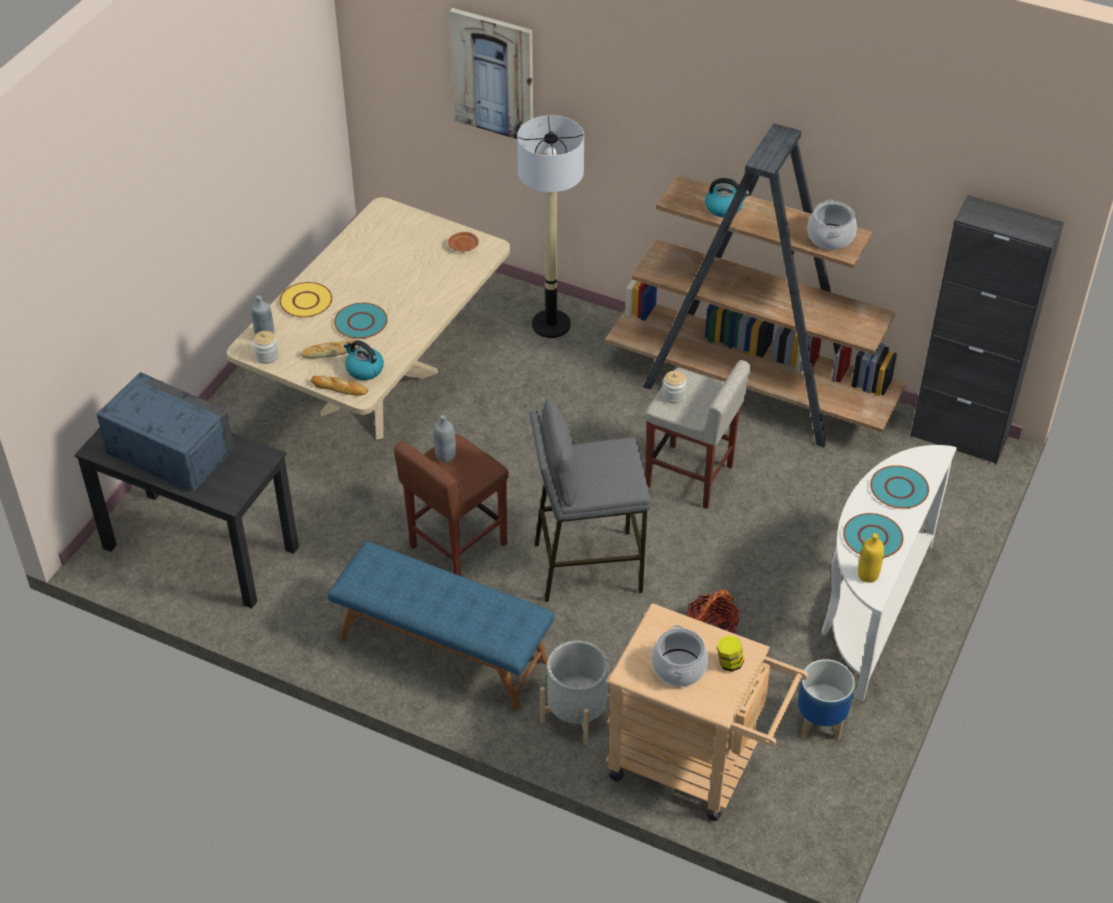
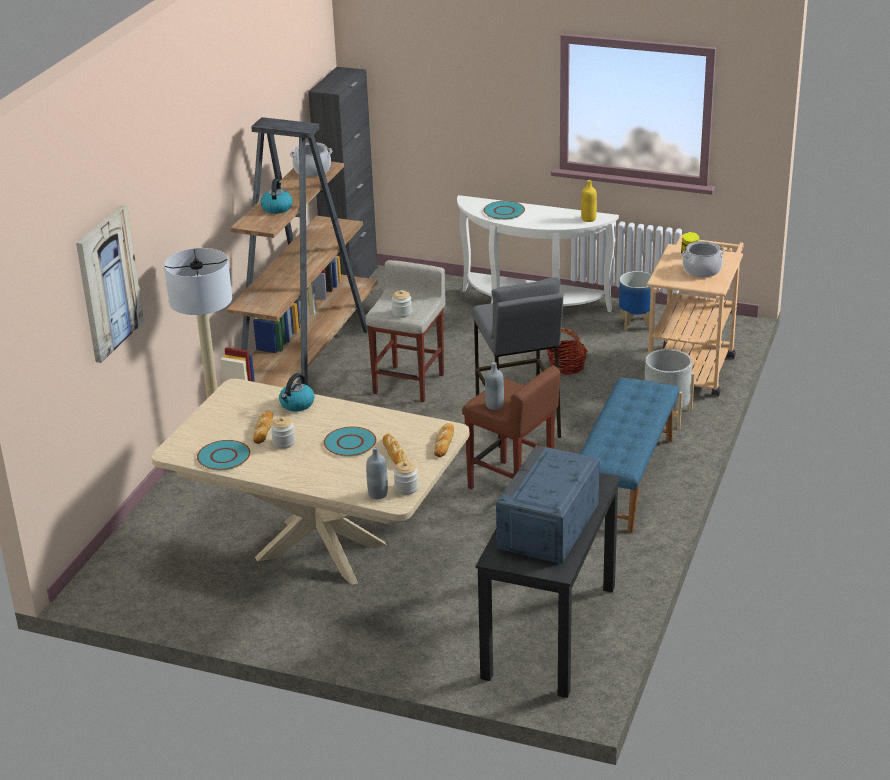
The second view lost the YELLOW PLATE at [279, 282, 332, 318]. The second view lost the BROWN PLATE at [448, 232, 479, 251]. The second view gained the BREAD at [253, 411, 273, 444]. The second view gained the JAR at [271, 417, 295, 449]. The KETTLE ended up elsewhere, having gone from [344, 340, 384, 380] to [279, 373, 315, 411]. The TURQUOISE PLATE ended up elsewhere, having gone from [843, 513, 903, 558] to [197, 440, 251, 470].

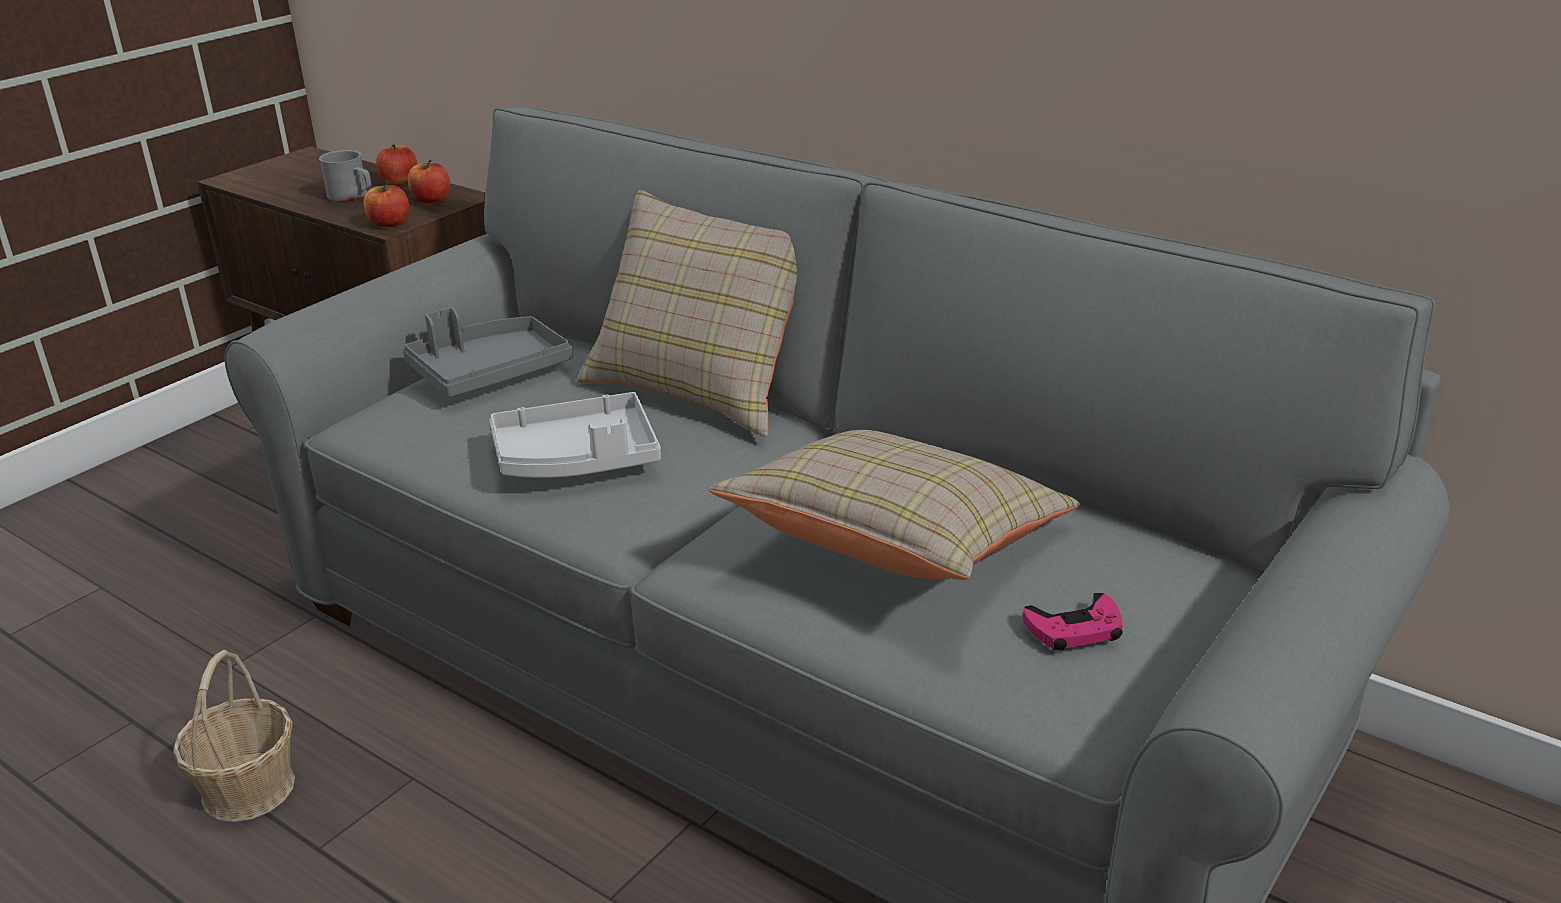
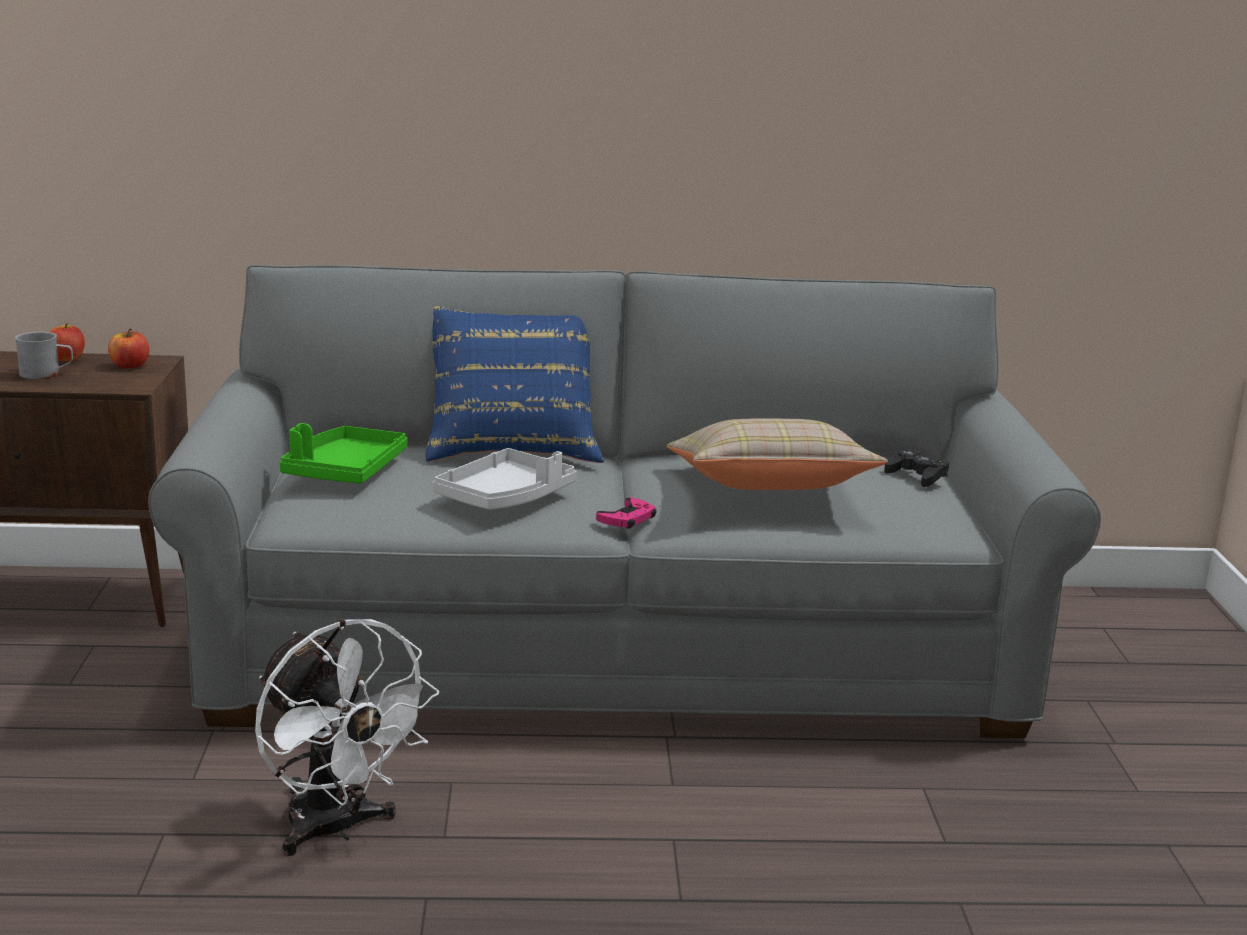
The second view lost the APPLE at [363, 182, 409, 227]. The second view gained the BLACK GAME CONTROLLER at [884, 449, 950, 487]. The PINK GAME CONTROLLER ended up elsewhere, having gone from [1023, 593, 1123, 651] to [596, 498, 656, 529]. Where the BASKET stood at [173, 650, 295, 822], the WHITE FAN came to stand at [255, 619, 440, 856]. What was the GREY TRAY at [403, 307, 573, 397] turned into the GREEN TRAY at [279, 423, 407, 484]. What was the BEIGE PILLOW at [577, 190, 797, 437] turned into the BLUE PILLOW at [425, 306, 604, 463].

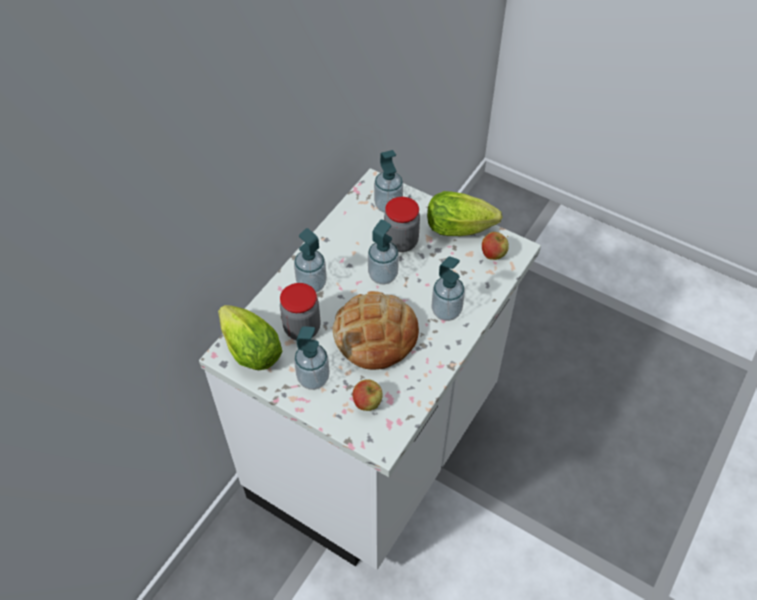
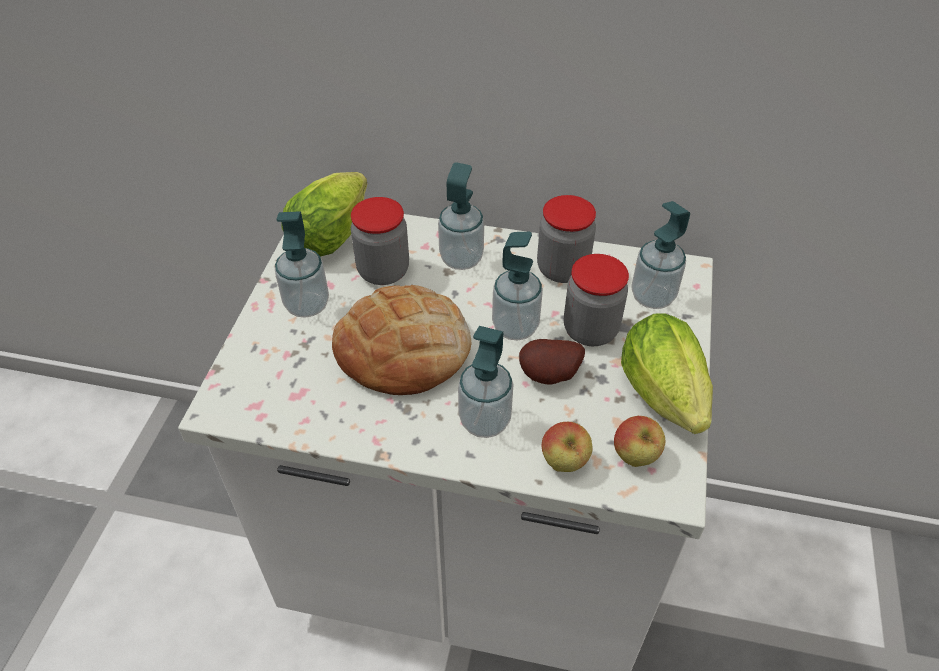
The second view gained the POTATO at [519, 339, 585, 385]. The second view gained the JAR at [537, 195, 596, 283]. The APPLE ended up elsewhere, having gone from [353, 379, 383, 411] to [542, 422, 592, 472].

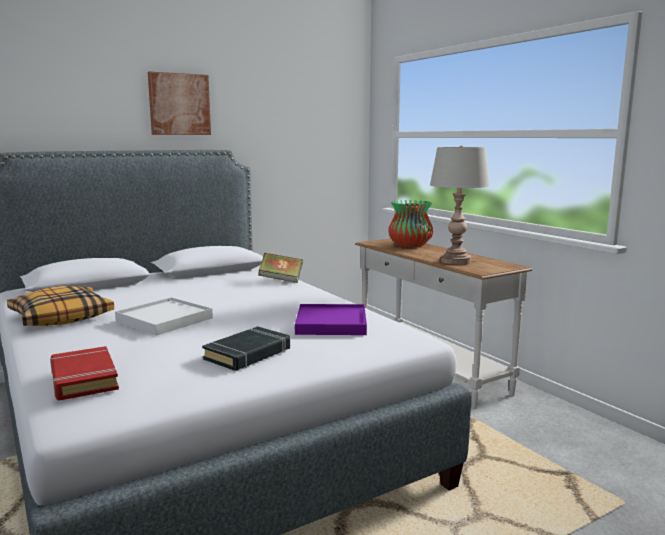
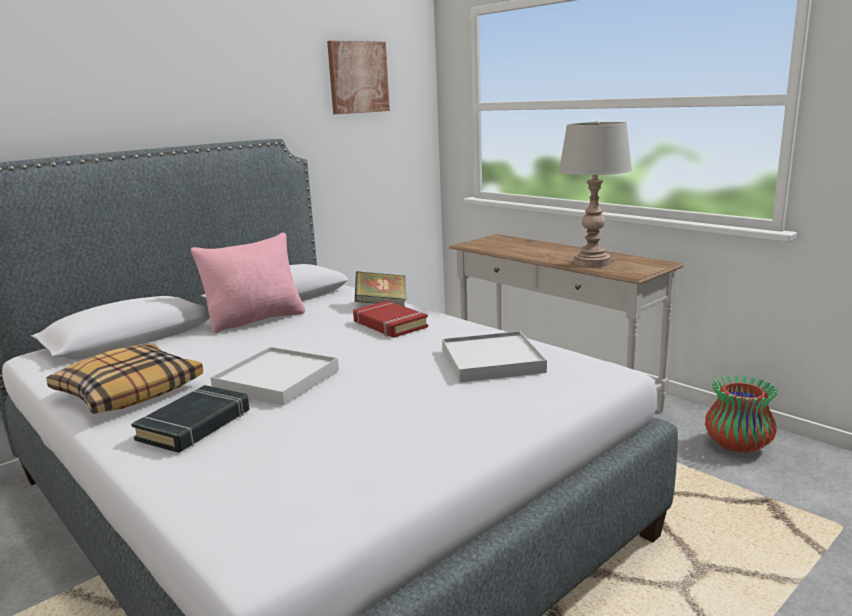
The second view gained the PINK PILLOW at [191, 232, 305, 333]. The RED BOOK ended up elsewhere, having gone from [50, 346, 119, 401] to [353, 301, 428, 338]. The PICTURE ended up elsewhere, having gone from [148, 72, 211, 135] to [327, 41, 390, 114]. The BLACK BOOK ended up elsewhere, having gone from [202, 326, 290, 371] to [131, 385, 250, 453]. The VASE ended up elsewhere, having gone from [388, 200, 433, 247] to [705, 375, 777, 453]. What was the PURPLE TRAY at [295, 304, 367, 335] turned into the WHITE TRAY at [442, 331, 547, 382].

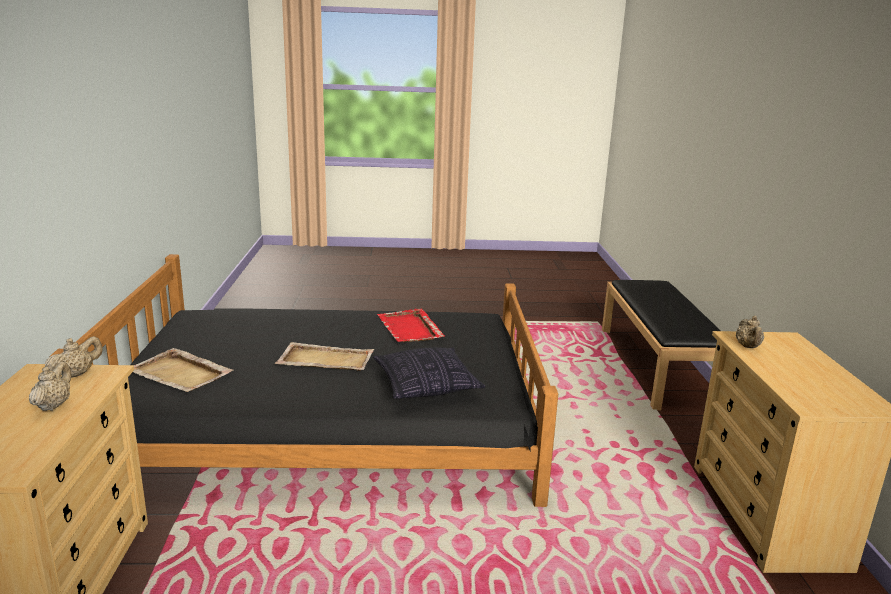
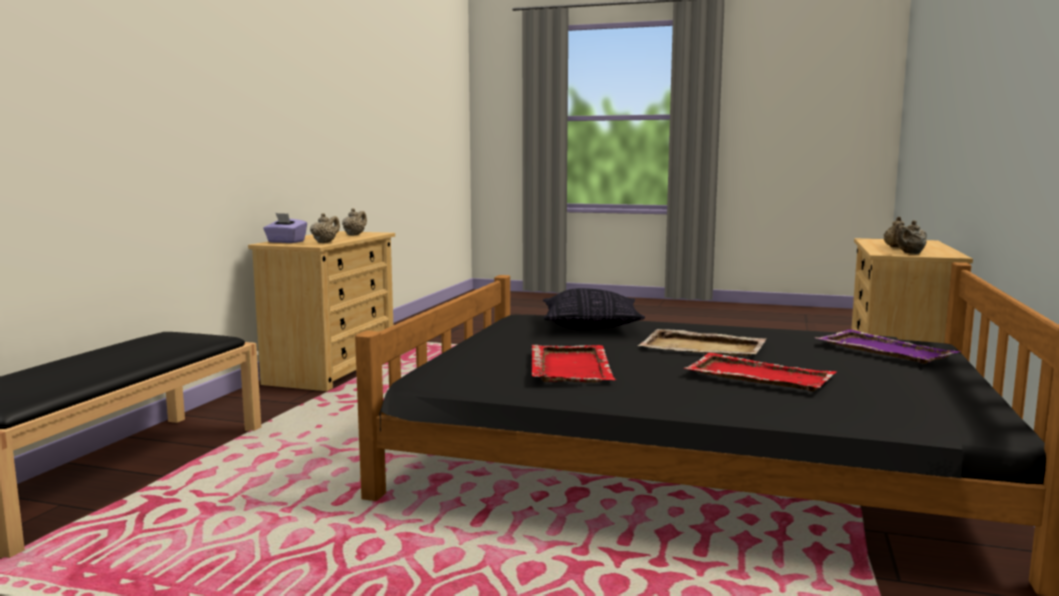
The second view gained the PURPLE TISSUE BOX at [263, 213, 307, 243]. The second view gained the BEIGE TEAPOT at [342, 208, 367, 236]. The second view gained the RED TRAY at [684, 353, 836, 391]. What was the BEIGE TRAY at [133, 348, 234, 392] turned into the PURPLE TRAY at [815, 330, 961, 364].

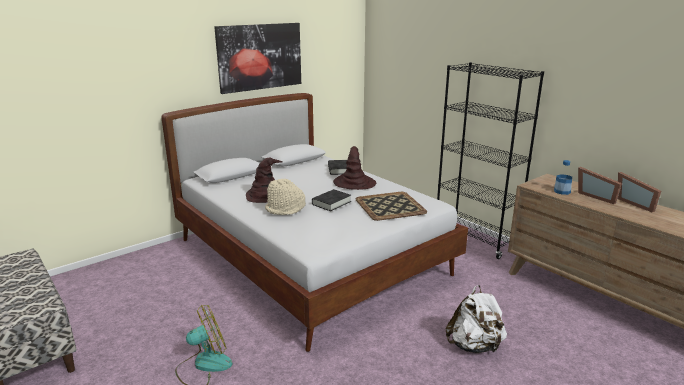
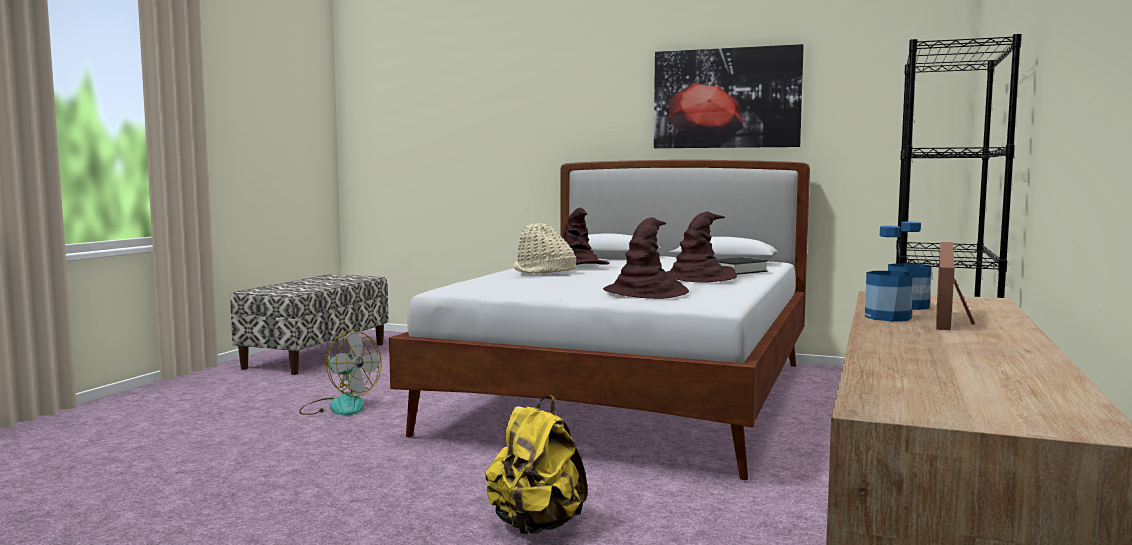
The second view lost the BLACK BOOK at [312, 189, 351, 211]. The second view lost the PICTURE FRAME at [617, 172, 661, 212]. The second view gained the BOTTLE at [865, 226, 913, 321]. Where the TRAY stood at [356, 192, 427, 221], the BROWN HAT came to stand at [603, 217, 689, 299]. What was the WHITE BACKPACK at [446, 285, 507, 353] turned into the YELLOW BACKPACK at [485, 396, 588, 534].

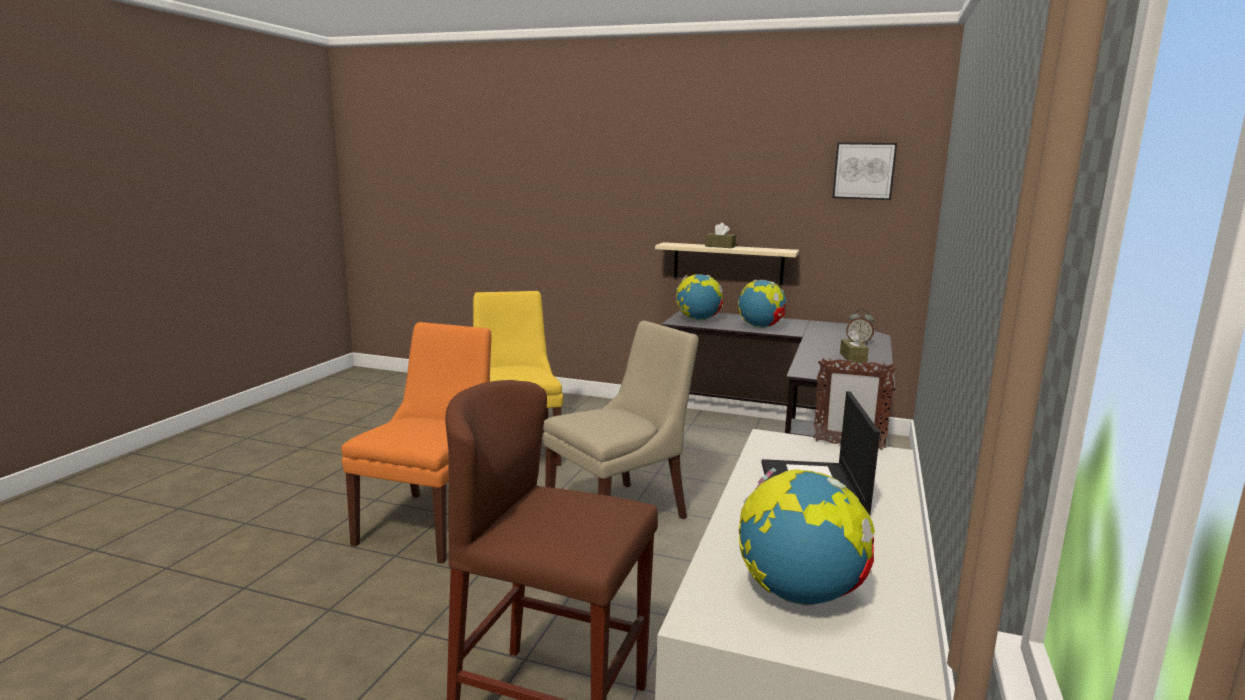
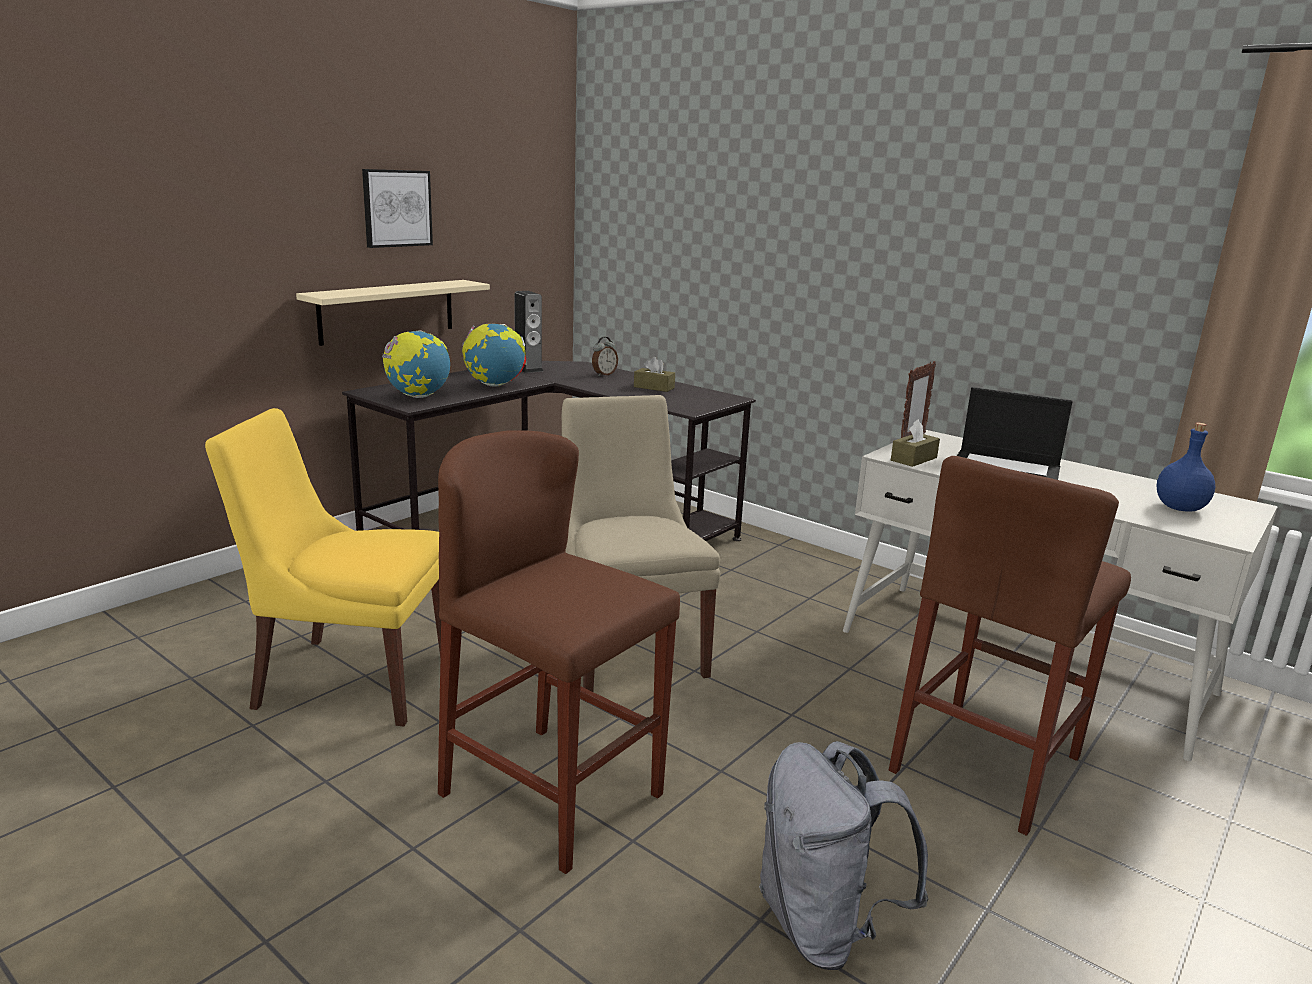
The second view gained the SPEAKER at [514, 291, 543, 373]. The second view gained the GREY BACKPACK at [759, 741, 929, 970]. The BROWN TISSUE BOX ended up elsewhere, having gone from [705, 223, 736, 248] to [891, 420, 940, 467]. The PICTURE ended up elsewhere, having gone from [832, 142, 897, 200] to [362, 169, 433, 248]. Where the ORANGE CHAIR stood at [341, 322, 491, 563], the BROWN STOOL came to stand at [438, 430, 680, 874]. Where the GLOBE stood at [739, 468, 875, 606], the BLUE BOTTLE came to stand at [1157, 423, 1215, 512].

